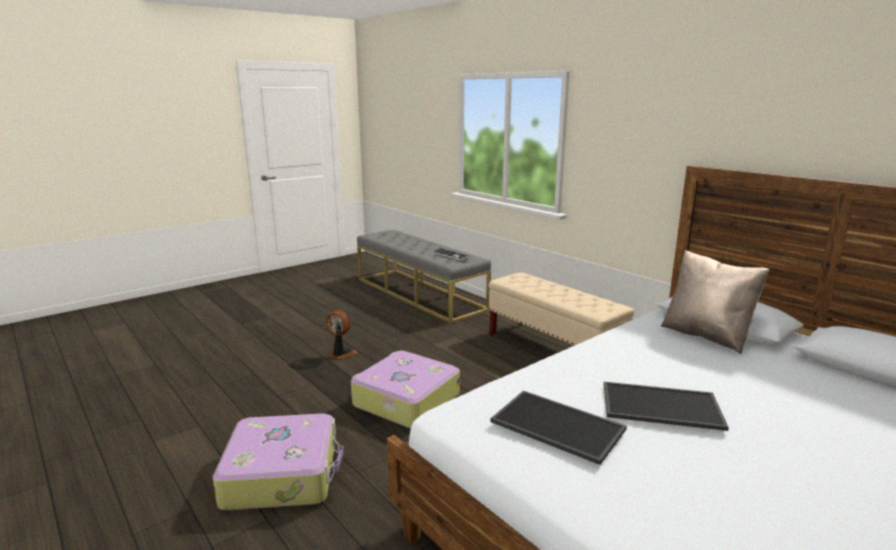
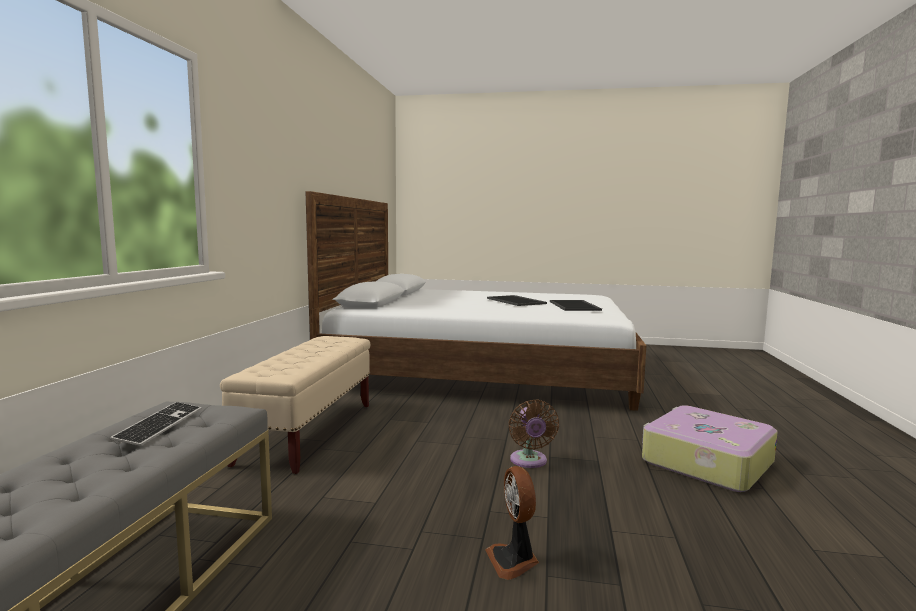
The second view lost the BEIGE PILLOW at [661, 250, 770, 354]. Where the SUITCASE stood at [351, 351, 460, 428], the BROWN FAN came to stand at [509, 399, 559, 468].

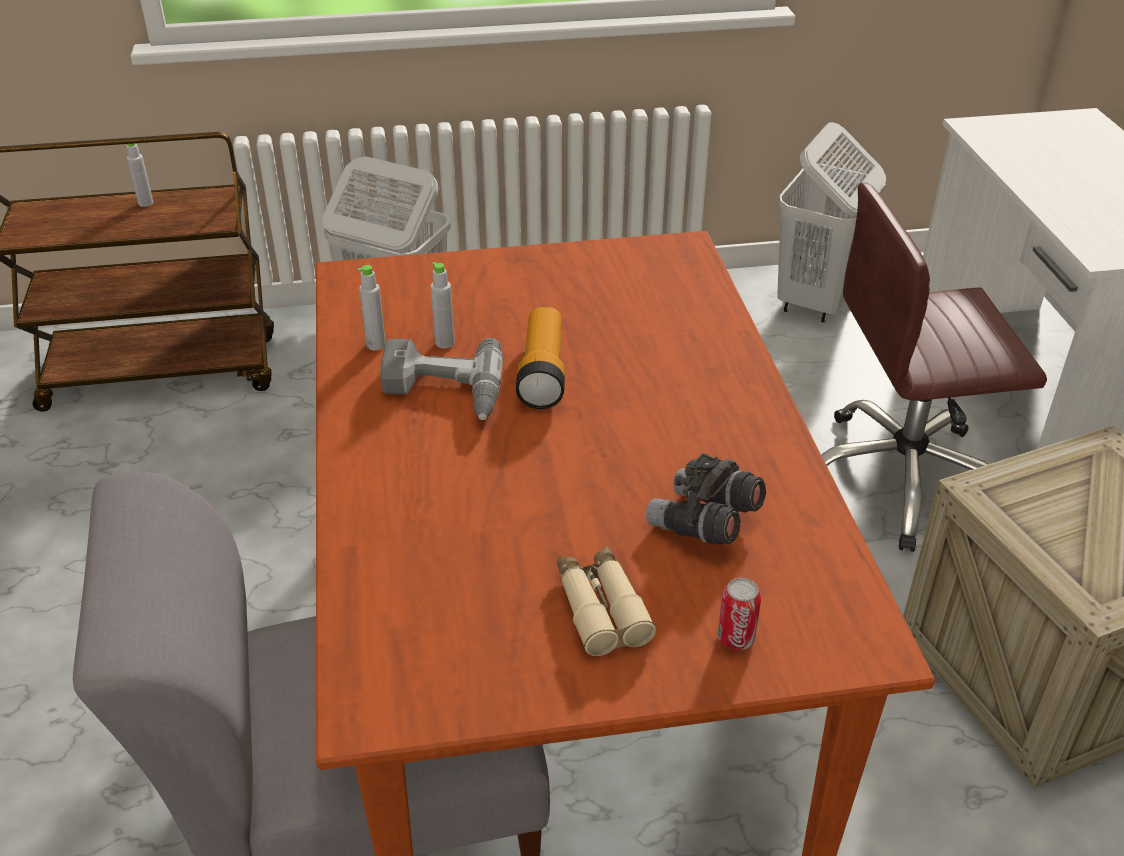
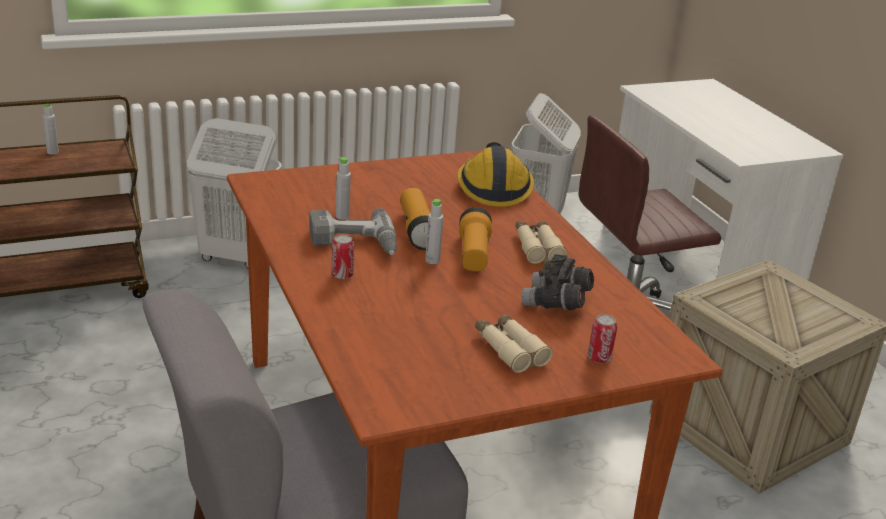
The second view gained the CAN at [332, 235, 354, 279]. The second view gained the HARD HAT at [457, 142, 534, 207]. The second view gained the FLASHLIGHT at [459, 207, 492, 271]. The second view gained the BEIGE BINOCULARS at [516, 221, 567, 264]. The GREY BOTTLE ended up elsewhere, having gone from [358, 265, 386, 350] to [425, 199, 443, 264].

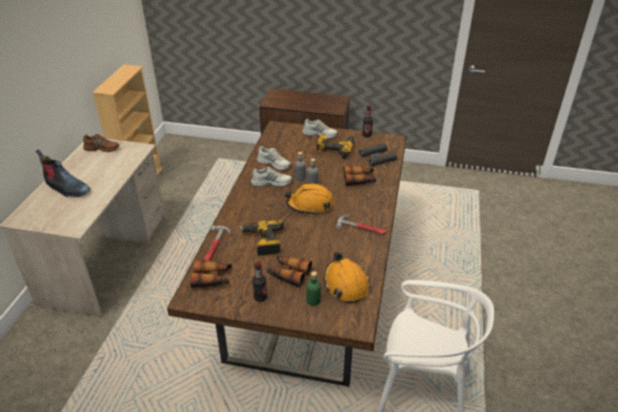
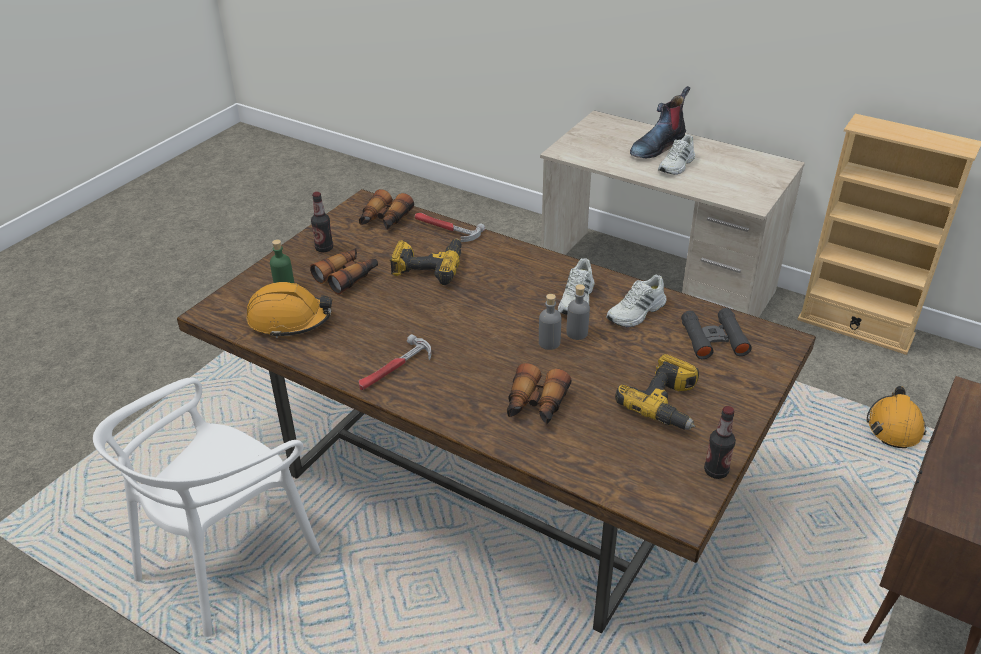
The second view lost the BROWN SHOE at [83, 134, 119, 152]. The ORANGE HARD HAT ended up elsewhere, having gone from [285, 184, 334, 215] to [867, 386, 926, 448]. The WHITE SHOE ended up elsewhere, having gone from [302, 119, 338, 139] to [658, 134, 695, 175]. The BLACK BINOCULARS ended up elsewhere, having gone from [359, 143, 397, 166] to [681, 308, 752, 359].

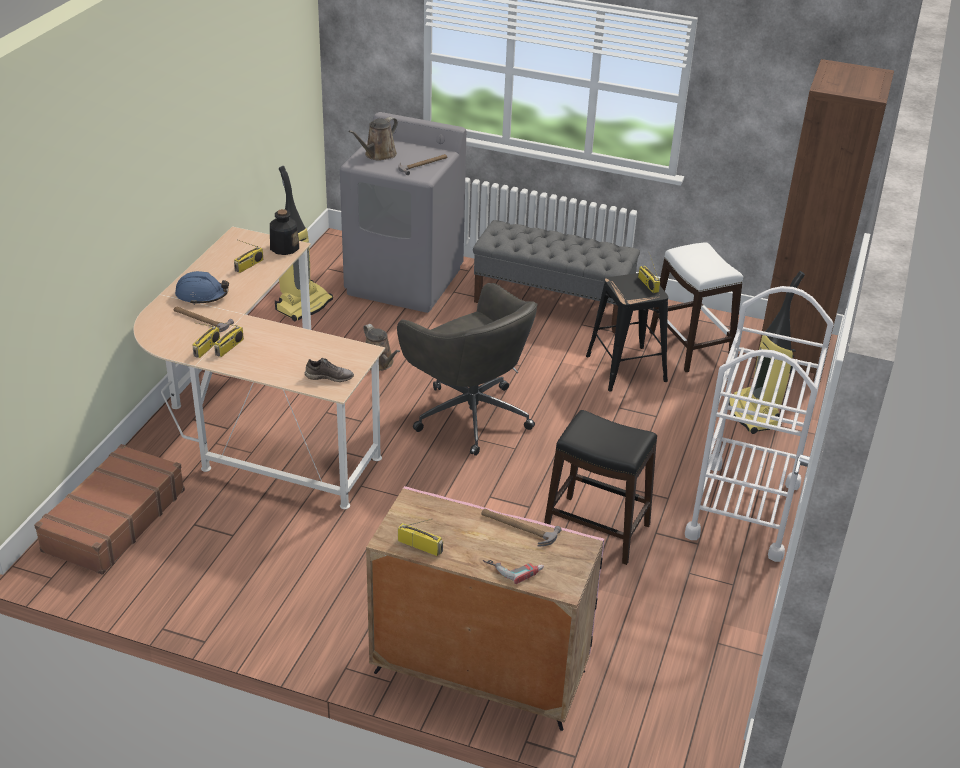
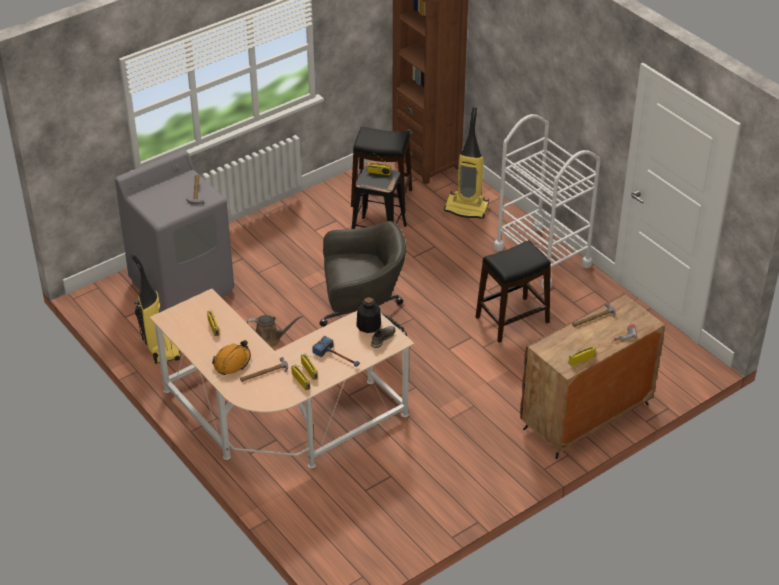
The second view lost the BROWN SUITCASE at [34, 444, 185, 575]. The second view lost the BROWN WATERING CAN at [349, 117, 398, 161]. The second view lost the GREY BENCH at [473, 220, 640, 333]. The second view gained the HAMMER at [312, 336, 360, 367]. The BOTTLE ended up elsewhere, having gone from [270, 209, 299, 255] to [356, 297, 381, 333]. What was the BLUE HARD HAT at [175, 271, 229, 305] turned into the ORANGE HARD HAT at [212, 340, 251, 375]. What was the PINK CABINET at [366, 486, 605, 731] turned into the BROWN CABINET at [520, 293, 665, 459]. What was the WHITE STOOL at [649, 242, 743, 372] turned into the BLACK STOOL at [351, 127, 412, 213].

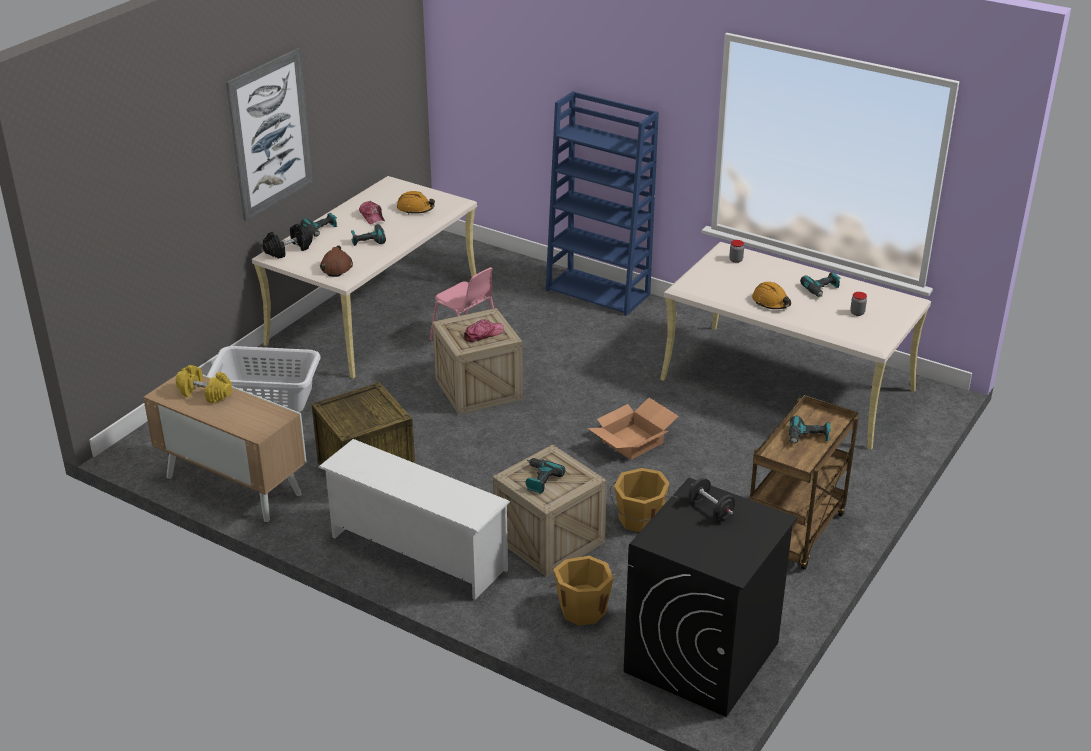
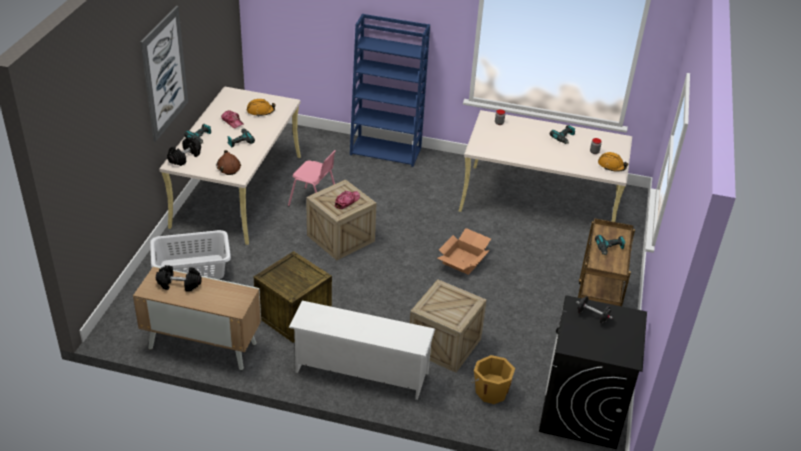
The second view lost the POWER DRILL at [526, 458, 565, 494]. The second view lost the ORANGE BUCKET at [610, 468, 670, 532]. The ORANGE HARD HAT ended up elsewhere, having gone from [752, 282, 791, 309] to [598, 152, 628, 172]. What was the YELLOW DUMBBELL at [176, 365, 232, 403] turned into the BLACK DUMBBELL at [156, 265, 202, 292].

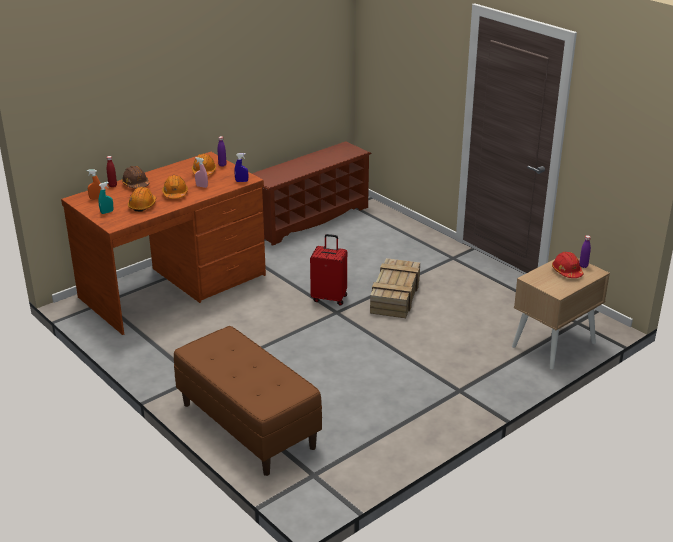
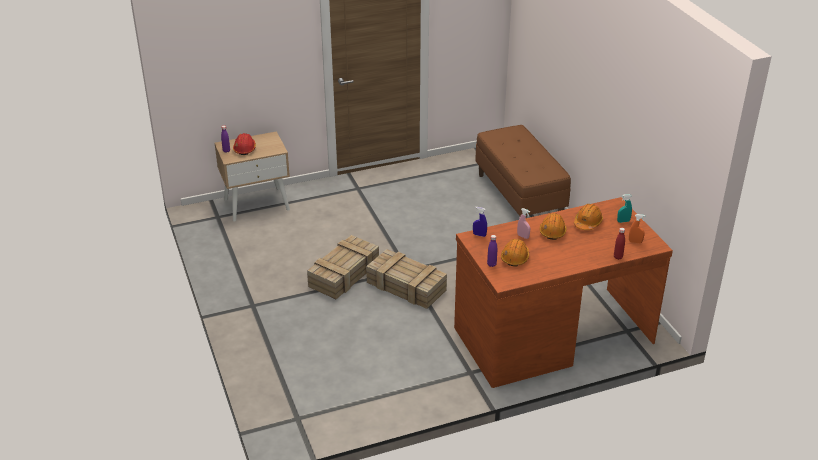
The second view lost the BROWN HARD HAT at [122, 166, 149, 189]. The second view lost the BROWN SHOE RACK at [252, 141, 371, 246]. Where the RED SUITCASE stood at [310, 234, 347, 306], the CRATE came to stand at [366, 249, 447, 309].

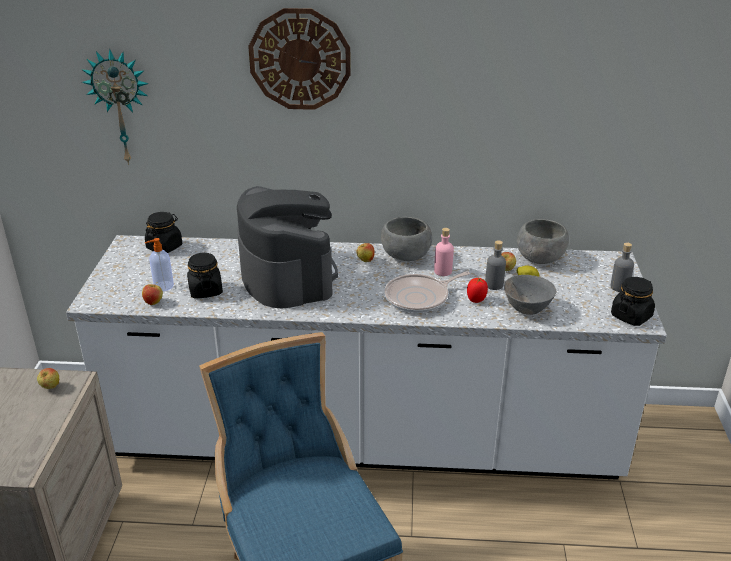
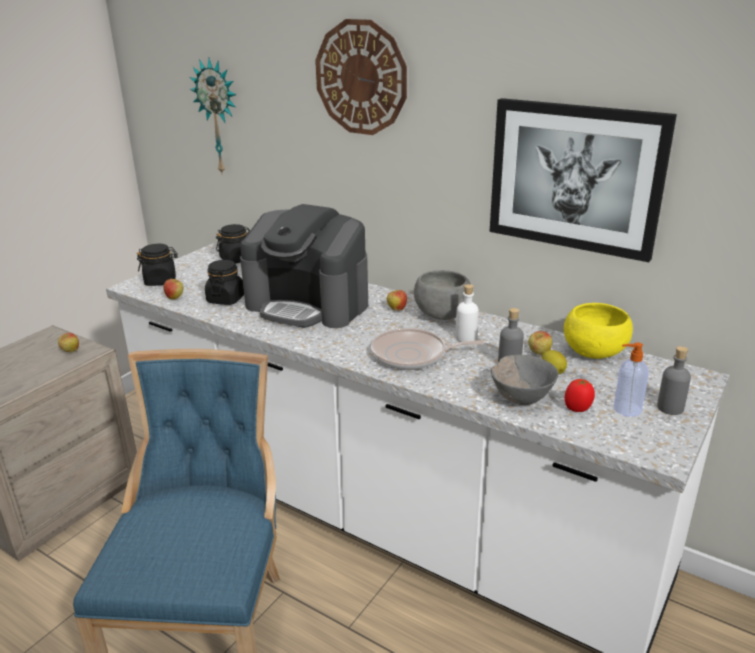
The second view gained the PICTURE at [490, 98, 677, 262]. The SOAP DISPENSER ended up elsewhere, having gone from [145, 238, 174, 291] to [614, 342, 649, 417]. The TOMATO ended up elsewhere, having gone from [467, 278, 488, 303] to [565, 379, 595, 412]. The BLACK JAR ended up elsewhere, having gone from [611, 277, 655, 326] to [137, 244, 178, 286]. What was the PINK BOTTLE at [434, 228, 454, 276] turned into the WHITE BOTTLE at [455, 284, 479, 342]. What was the GREY BOWL at [517, 219, 569, 264] turned into the YELLOW BOWL at [564, 303, 633, 359]. The COFFEE MACHINE at [237, 186, 338, 308] ended up facing another way, 105 degrees clockwise from before.

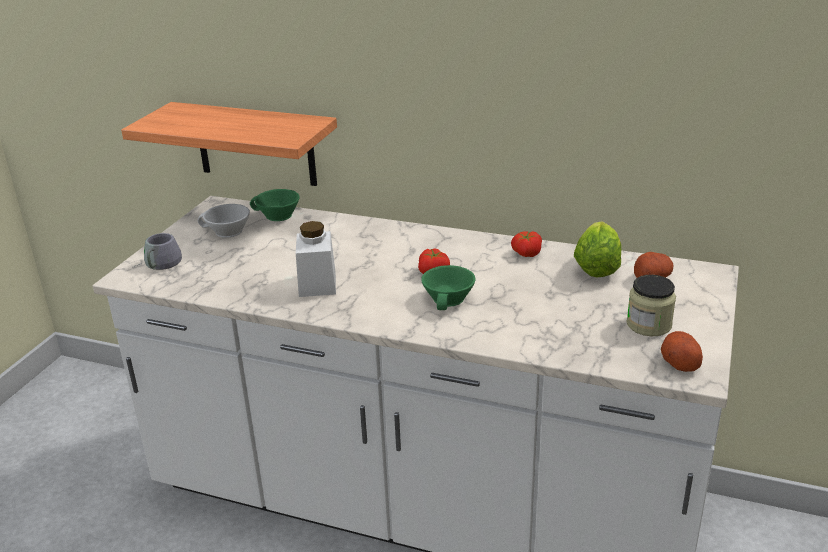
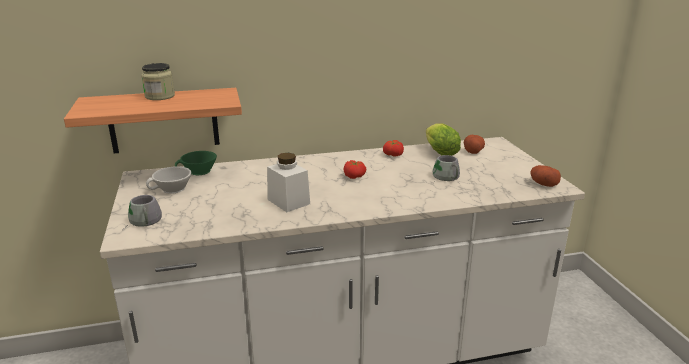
The second view lost the GREEN CUP at [421, 265, 475, 310]. The second view gained the GREY MUG at [433, 155, 460, 181]. The JAR ended up elsewhere, having gone from [627, 275, 676, 336] to [141, 63, 175, 100].

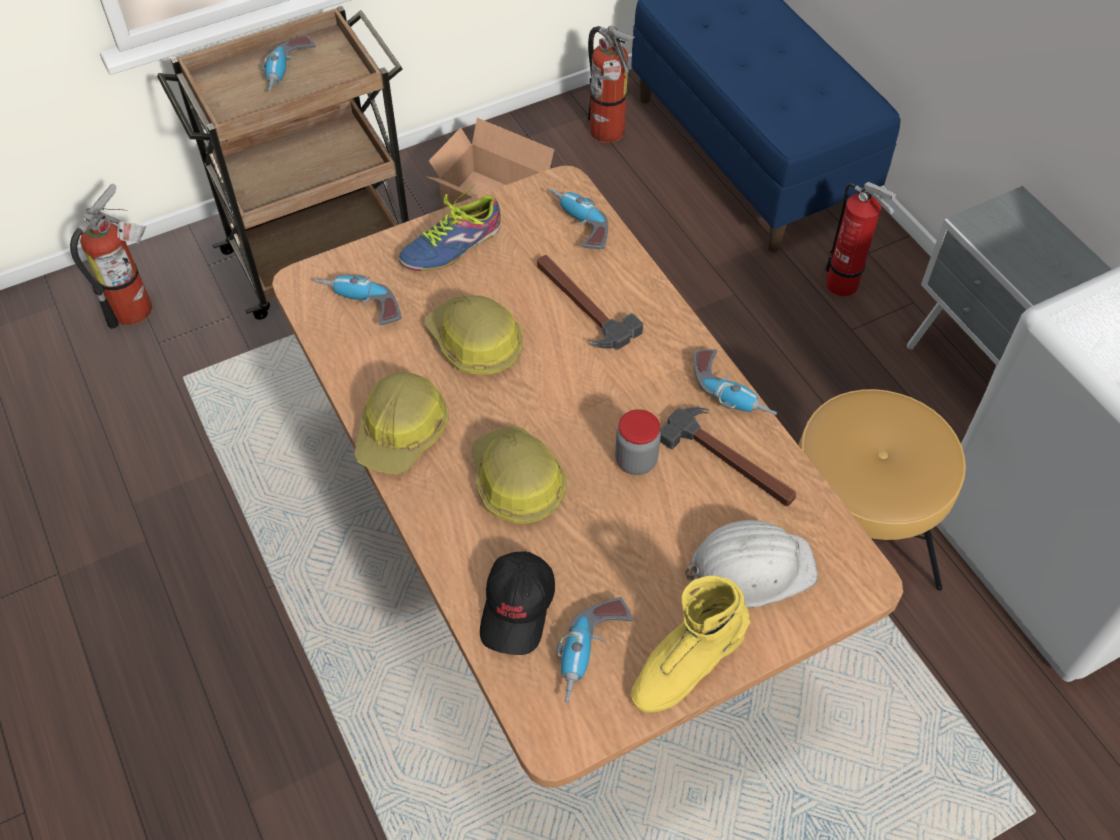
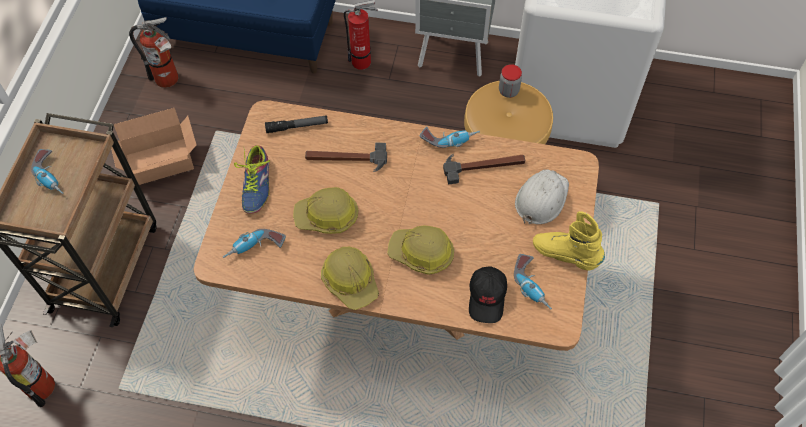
The JAR ended up elsewhere, having gone from [615, 409, 661, 475] to [499, 64, 522, 98]. Where the POWER DRILL stood at [548, 188, 608, 249], the FLASHLIGHT came to stand at [265, 116, 328, 133]. The BLACK CAP at [480, 551, 555, 655] ended up facing another way, 45 degrees clockwise from before. The YELLOW BOOT at [631, 576, 750, 713] ended up facing another way, 120 degrees clockwise from before.

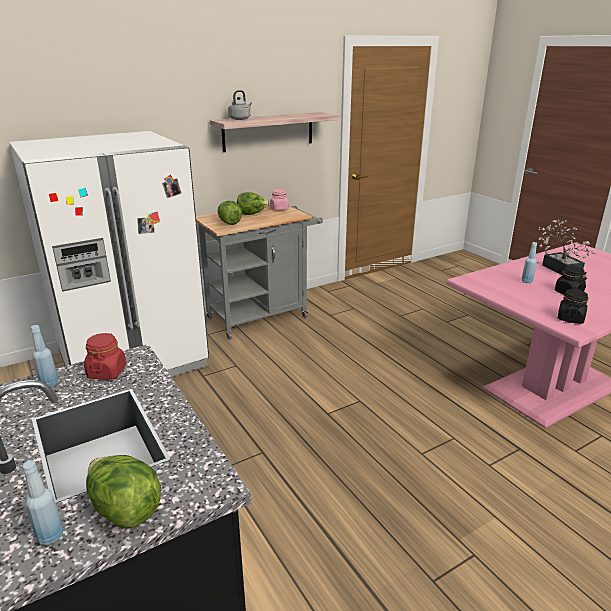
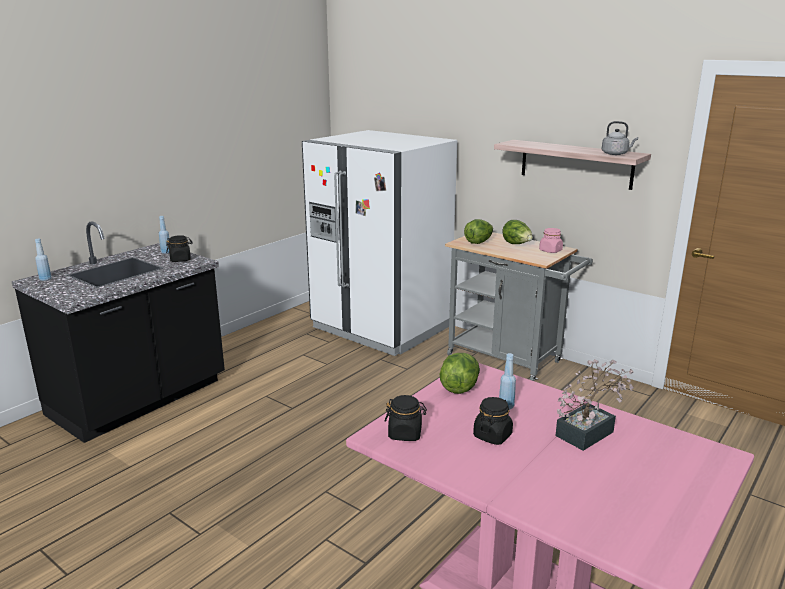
The LETTUCE ended up elsewhere, having gone from [86, 455, 161, 528] to [439, 353, 480, 394]. The GREY KETTLE ended up elsewhere, having gone from [228, 90, 252, 120] to [602, 121, 638, 155]. What was the RED JAR at [84, 333, 126, 380] turned into the BLACK JAR at [166, 235, 193, 262].

